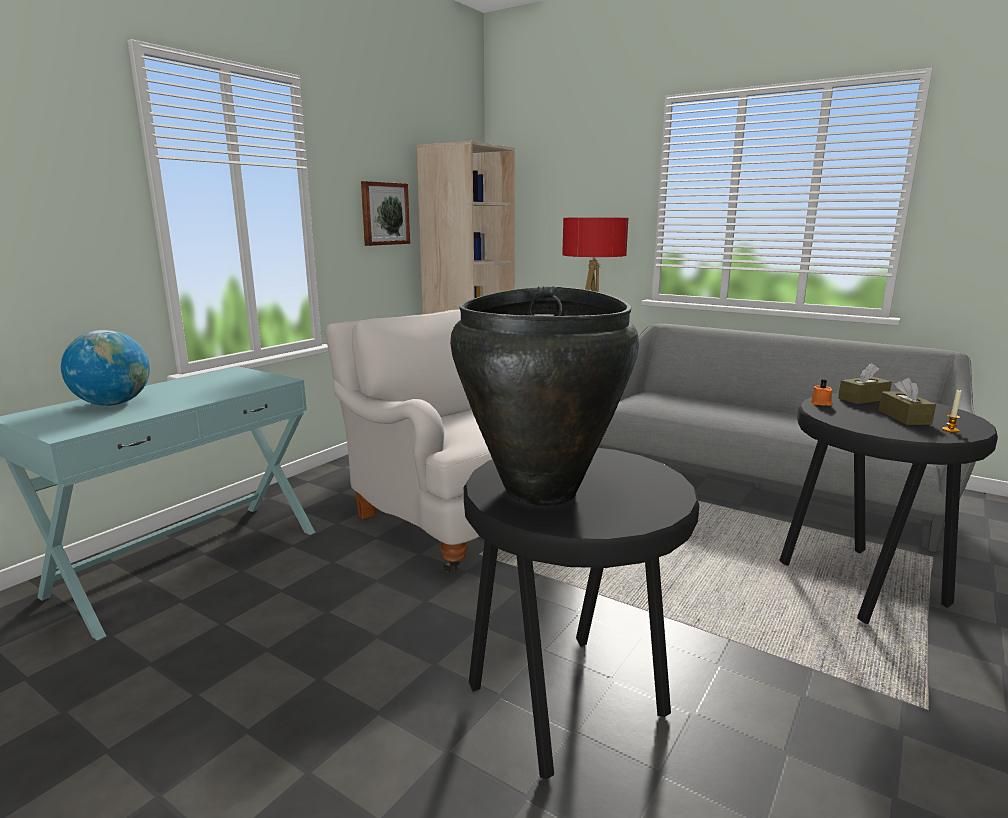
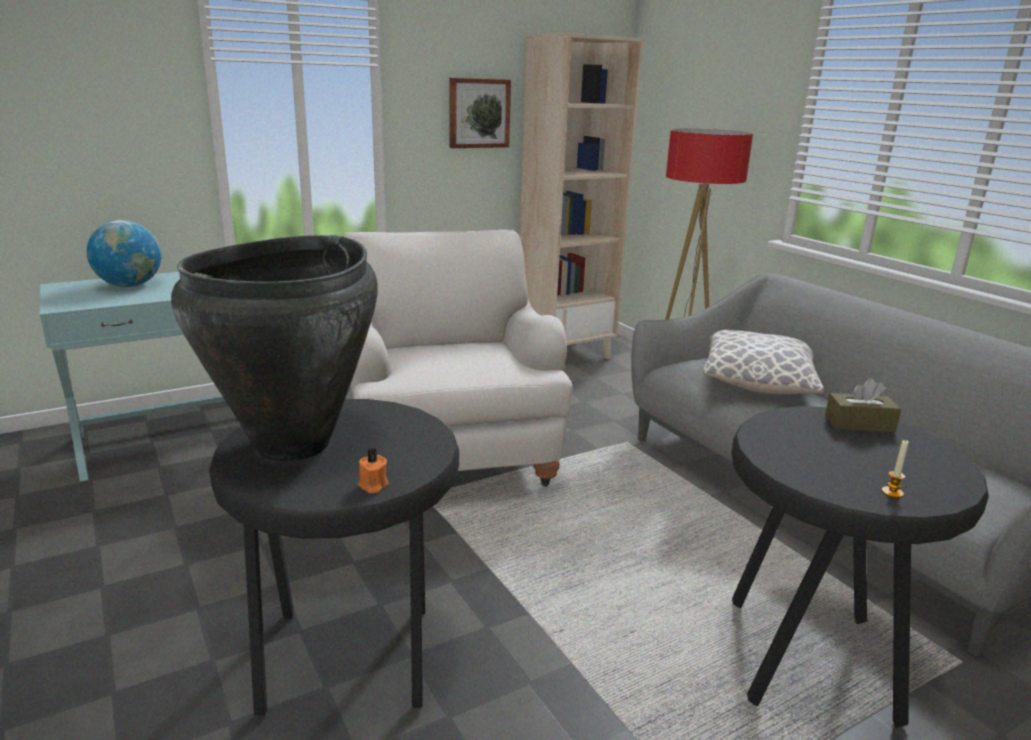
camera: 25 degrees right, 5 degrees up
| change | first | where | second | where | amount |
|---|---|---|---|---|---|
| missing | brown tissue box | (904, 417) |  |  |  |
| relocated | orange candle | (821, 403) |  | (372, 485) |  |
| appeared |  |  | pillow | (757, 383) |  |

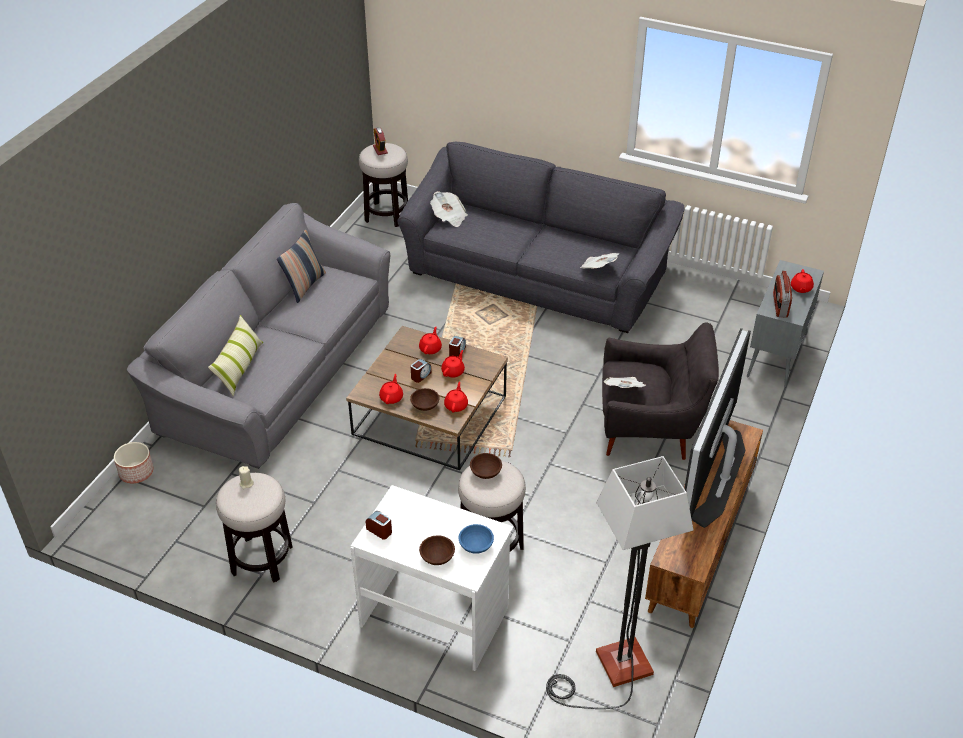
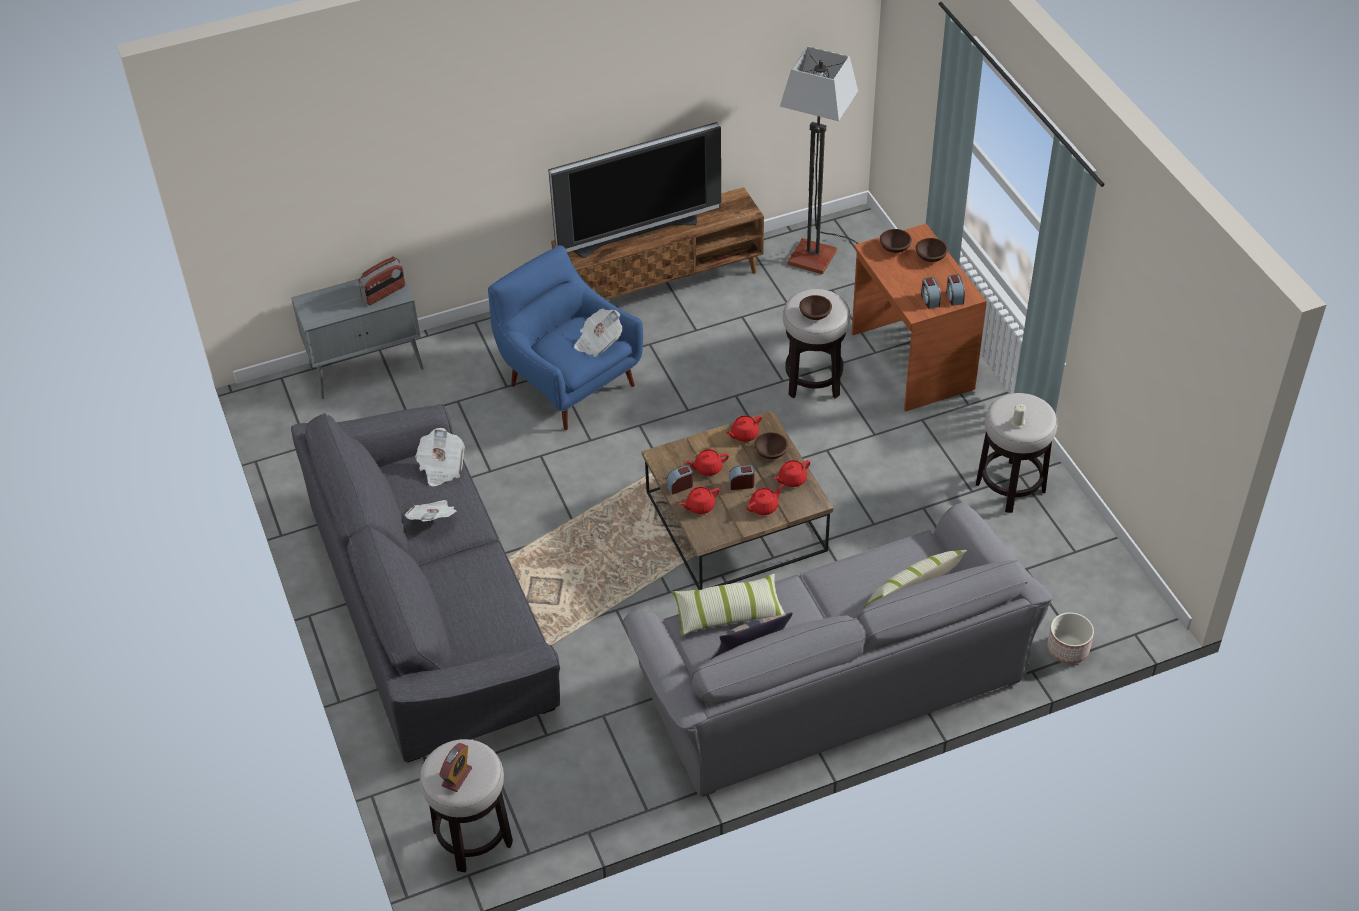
camera: 135 degrees left, 5 degrees up
| change | first | where | second | where | amount |
|---|---|---|---|---|---|
| relocated | newspaper | (449, 217) |  | (433, 520) |  |
| relocated | red teapot | (801, 288) |  | (764, 507) |  |
| colour | grey armchair | (650, 429) | blue armchair | (568, 382) |  |
| colour | white desk | (435, 616) | brown desk | (910, 361) |  |
| colour | blue bowl | (475, 546) | brown bowl | (895, 247) |  |
| appeared |  |  | alarm clock | (929, 300) |  |
| appeared |  |  | pillow | (728, 612) |  |

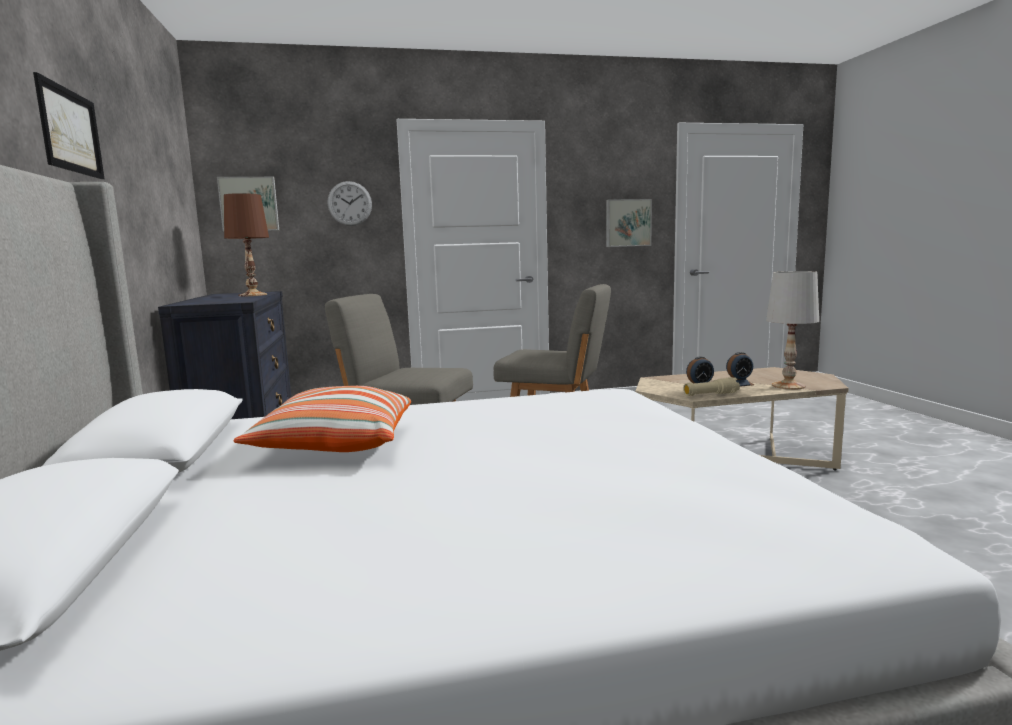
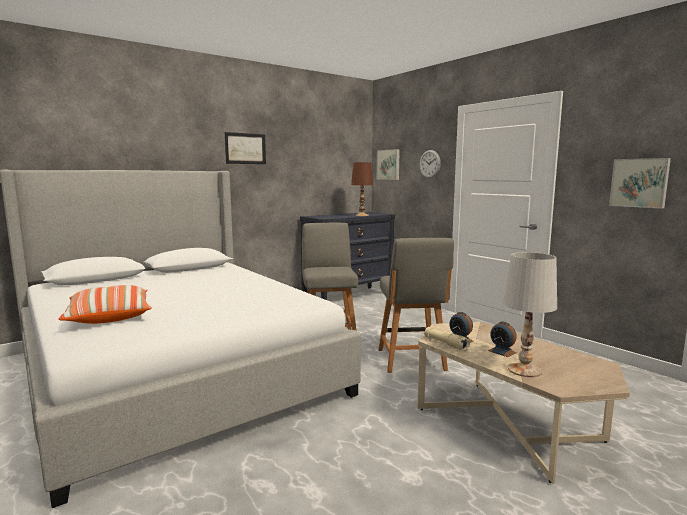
camera: 65 degrees right, 0 degrees up
| change | first | where | second | where | amount |
|---|---|---|---|---|---|
| relocated | pillow | (335, 445) |  | (109, 317) |  |

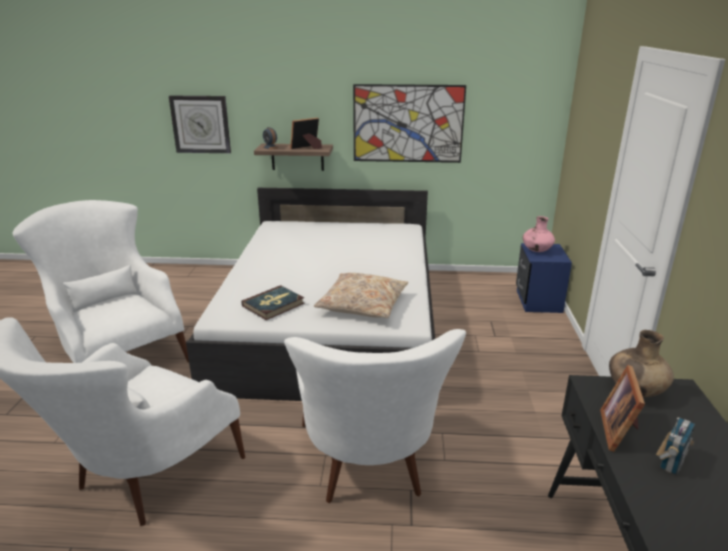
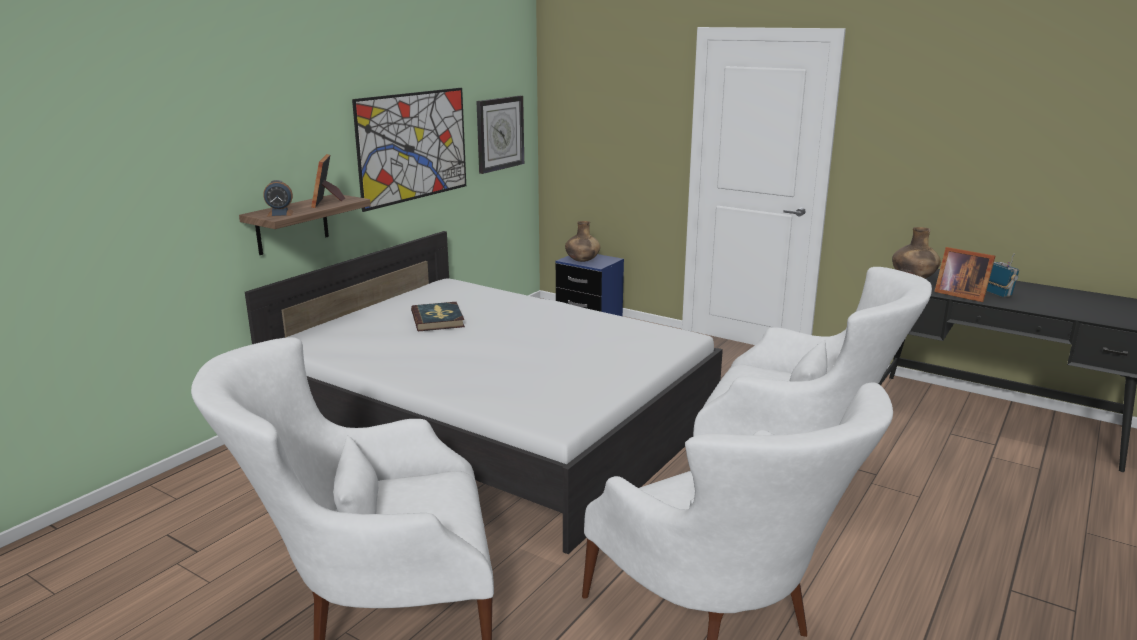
camera: 60 degrees left, 5 degrees down
| change | first | where | second | where | amount |
|---|---|---|---|---|---|
| relocated | wall clock | (201, 124) |  | (499, 133) |  |
| colour | pink vase | (536, 250) | brown vase | (582, 261) |  |
| missing | beige pillow | (362, 304) |  |  |  |
| relocated | book | (273, 305) |  | (438, 319) |  |

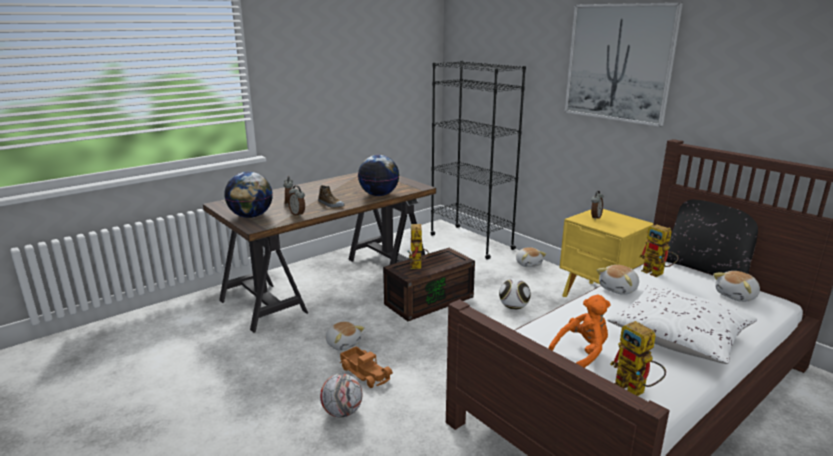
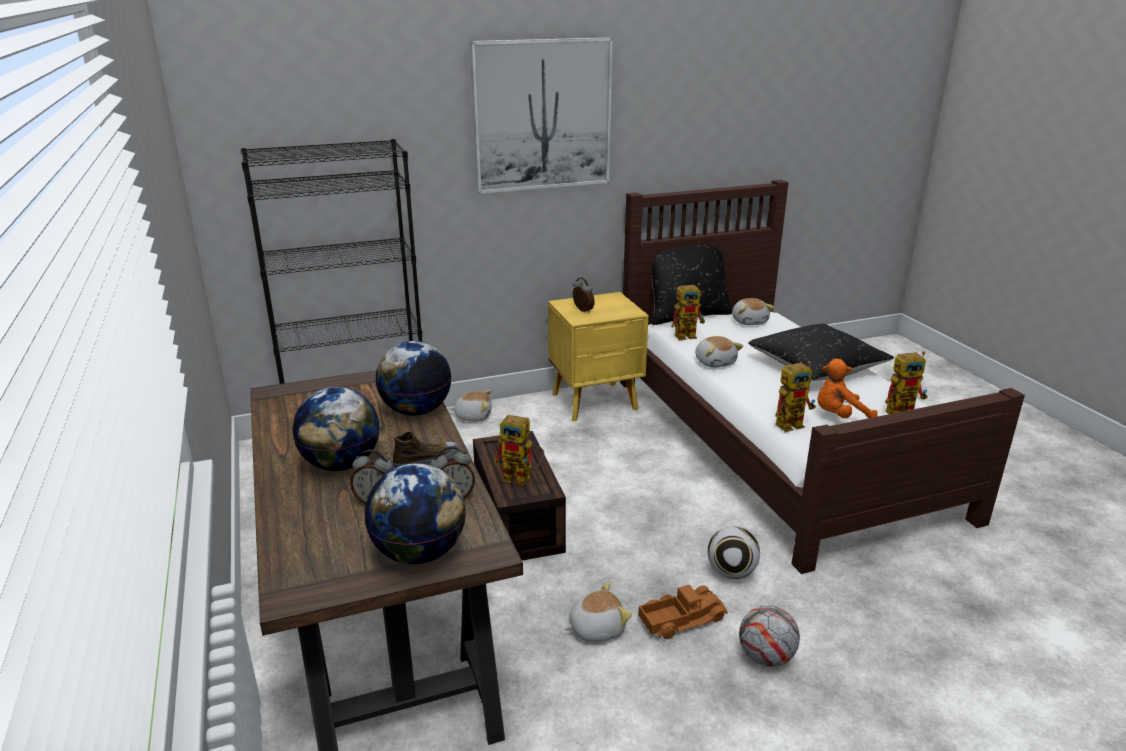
camera: 70 degrees left, 5 degrees up
| change | first | where | second | where | amount |
|---|---|---|---|---|---|
| relocated | football | (514, 307) |  | (731, 572) |  |
| colour | white pillow | (678, 336) | black pillow | (816, 367) |  |
| spun | orange plush toy | (582, 353) |  | (839, 416) | 90 degrees counterclockwise |
| appeared |  |  | toy robot | (793, 423) |  |
| appeared |  |  | globe | (341, 464) |  |

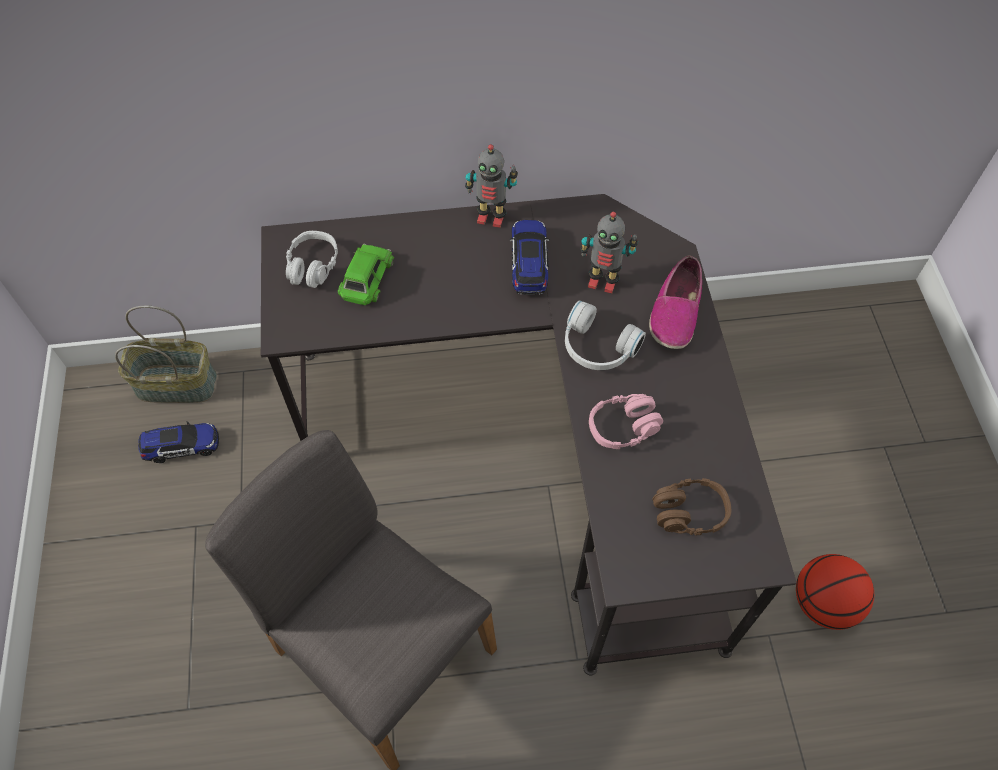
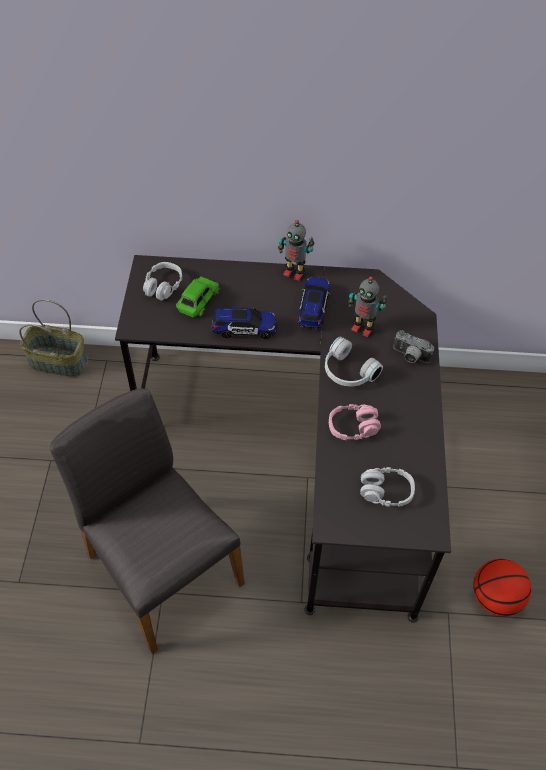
camera: 10 degrees right, 5 degrees down
| change | first | where | second | where | amount |
|---|---|---|---|---|---|
| exchanged | shoe | (675, 312) | photo camera | (410, 357) |  |
| relocated | toy car | (182, 447) |  | (244, 328) |  |
| colour | brown headphones | (689, 512) | grey headphones | (386, 491) |  |

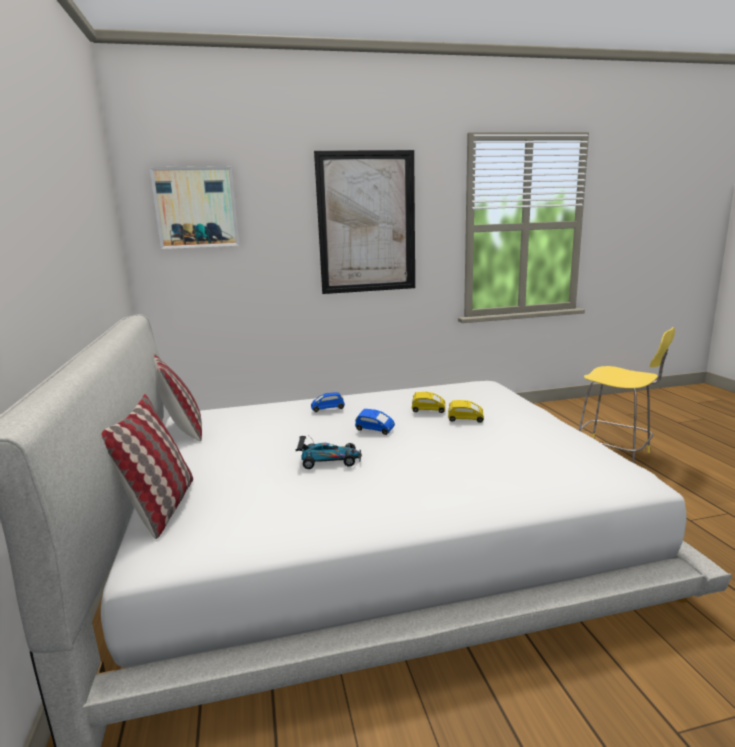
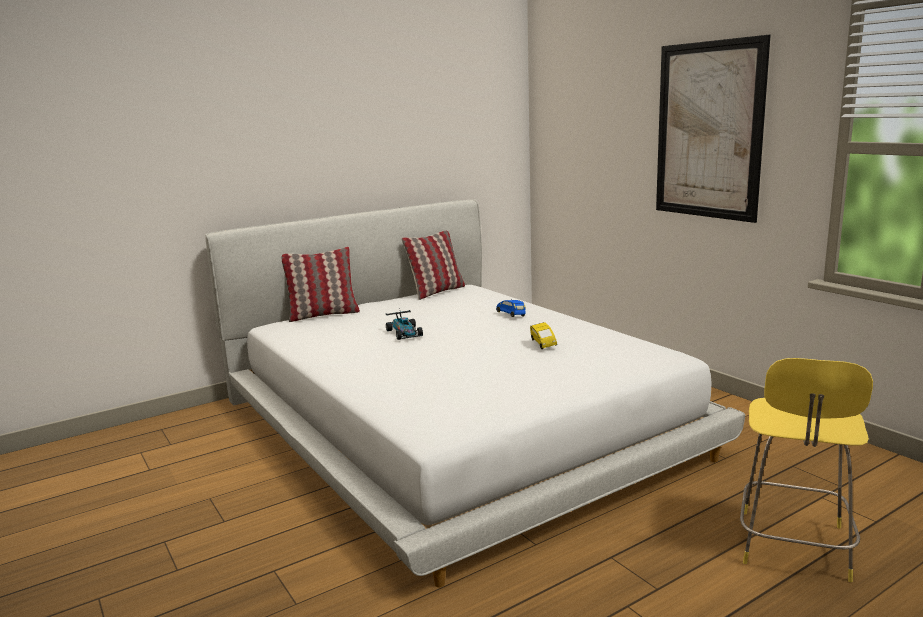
camera: 70 degrees right, 0 degrees up
| change | first | where | second | where | amount |
|---|---|---|---|---|---|
| missing | picture | (196, 208) |  |  |  |
| missing | yellow toy car | (465, 420) |  |  |  |
| missing | blue toy car | (374, 430) |  |  |  |

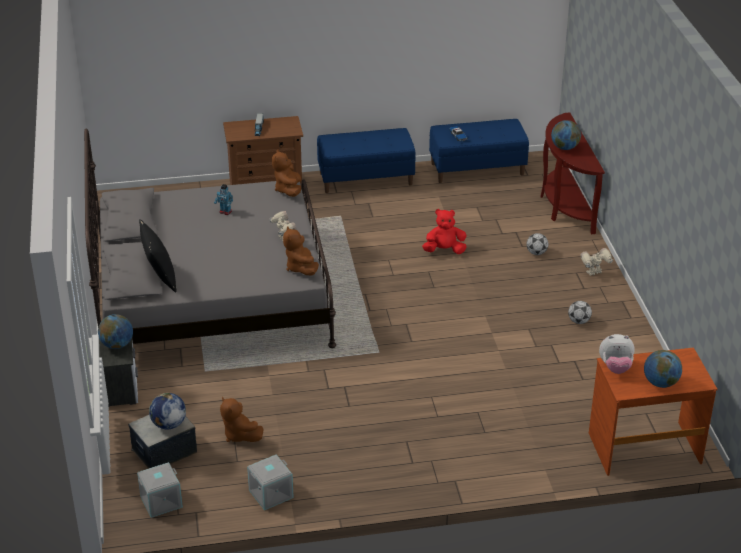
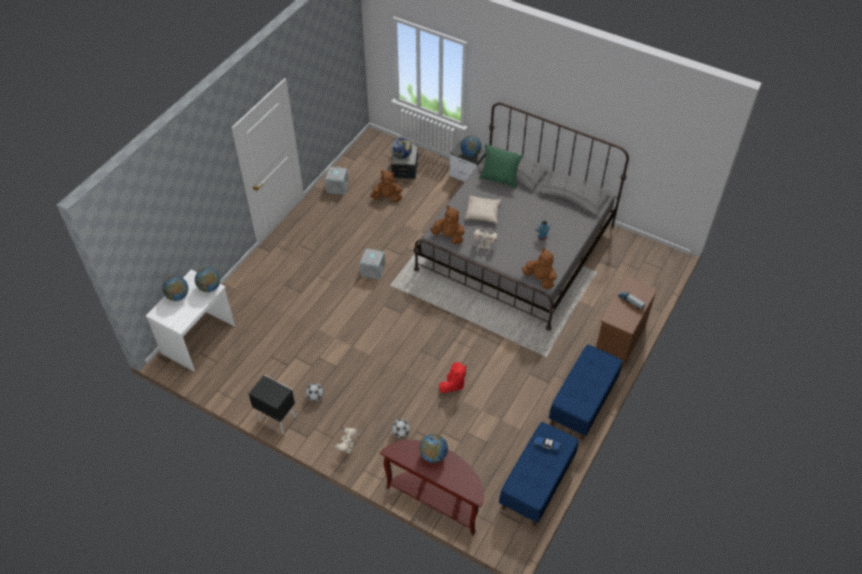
camera: 130 degrees right, 15 degrees up
| change | first | where | second | where | amount |
|---|---|---|---|---|---|
| colour | black pillow | (160, 277) | green pillow | (500, 179) |  |
| exchanged | plush toy | (615, 367) | globe | (209, 287) |  |
| colour | brown desk | (644, 447) | white desk | (199, 340) |  |
| relocated | grey storage box | (161, 502) |  | (372, 270) |  |
| appeared |  |  | beige pillow | (483, 212) |  |
| appeared |  |  | black nightstand | (277, 418) |  |

